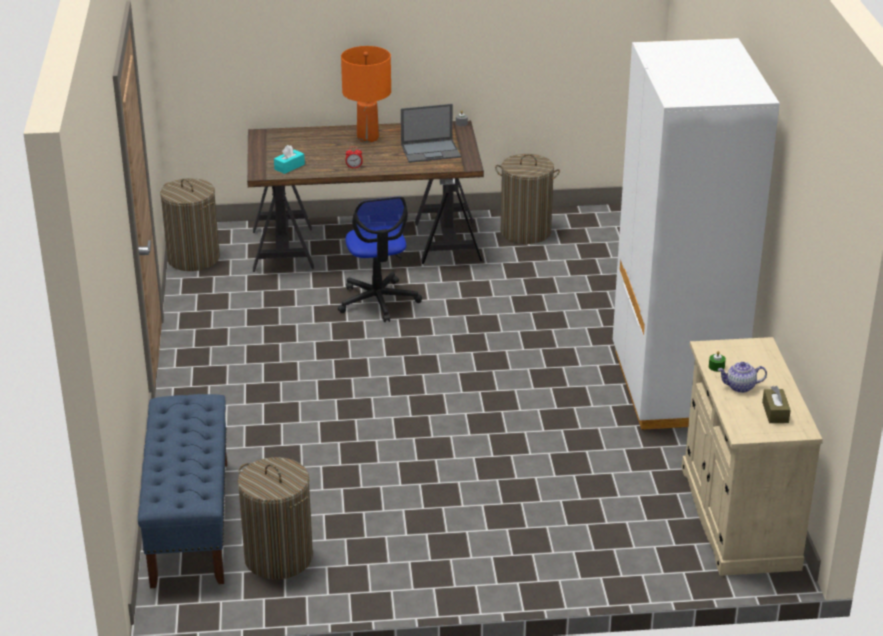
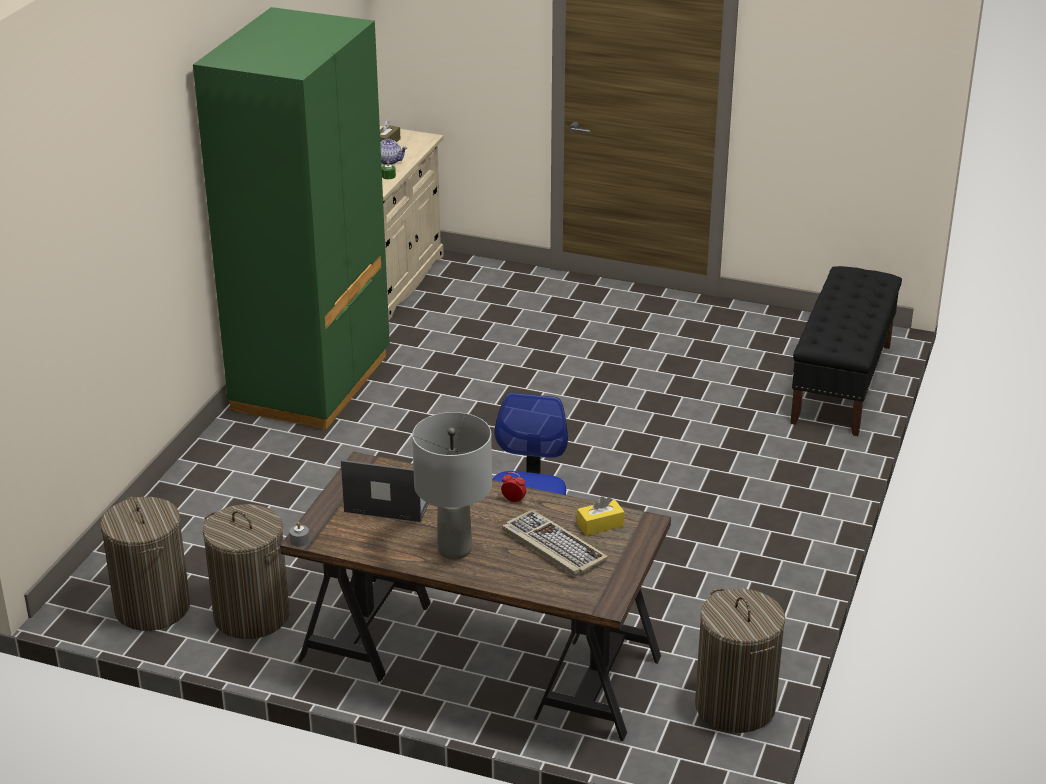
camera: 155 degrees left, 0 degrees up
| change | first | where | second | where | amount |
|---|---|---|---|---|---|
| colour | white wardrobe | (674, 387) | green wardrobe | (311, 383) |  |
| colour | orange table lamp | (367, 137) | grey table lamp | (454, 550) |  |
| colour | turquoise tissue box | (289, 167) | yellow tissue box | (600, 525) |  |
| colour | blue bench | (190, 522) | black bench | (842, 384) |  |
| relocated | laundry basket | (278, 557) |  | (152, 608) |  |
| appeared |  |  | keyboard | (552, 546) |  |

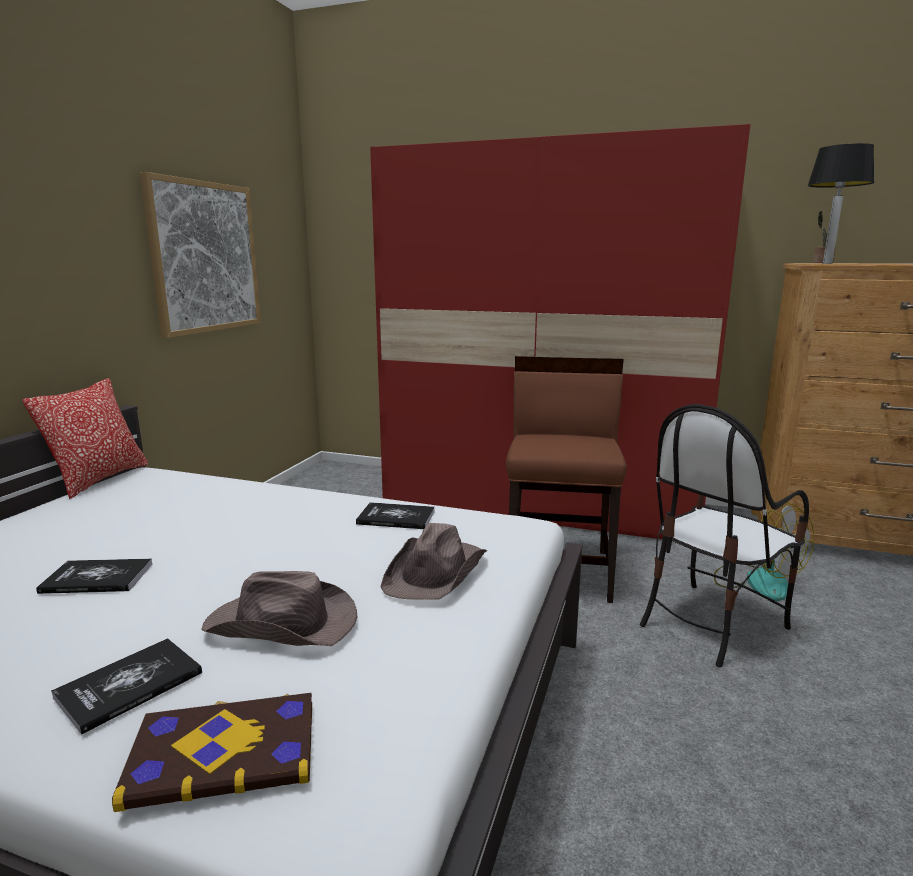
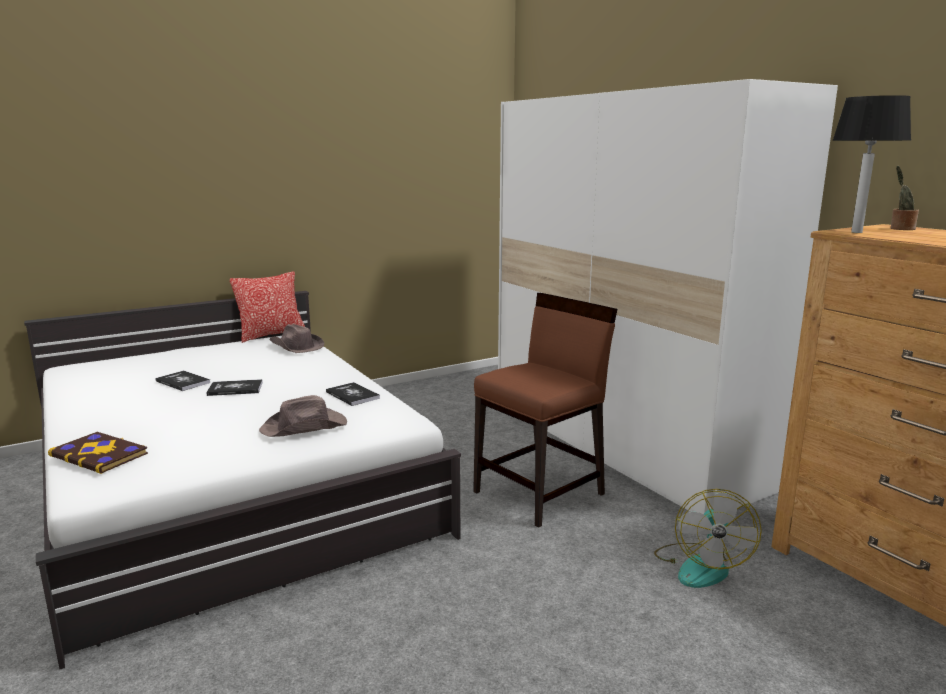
camera: 40 degrees right, 0 degrees up
| change | first | where | second | where | amount |
|---|---|---|---|---|---|
| colour | red wardrobe | (540, 505) | white wardrobe | (620, 443) |  |
| missing | picture | (205, 257) |  |  |  |
| missing | chair | (710, 623) |  |  |  |
| relocated | brown hat | (283, 624) |  | (296, 347) |  |
| relocated | book | (129, 685) |  | (235, 389) |  |

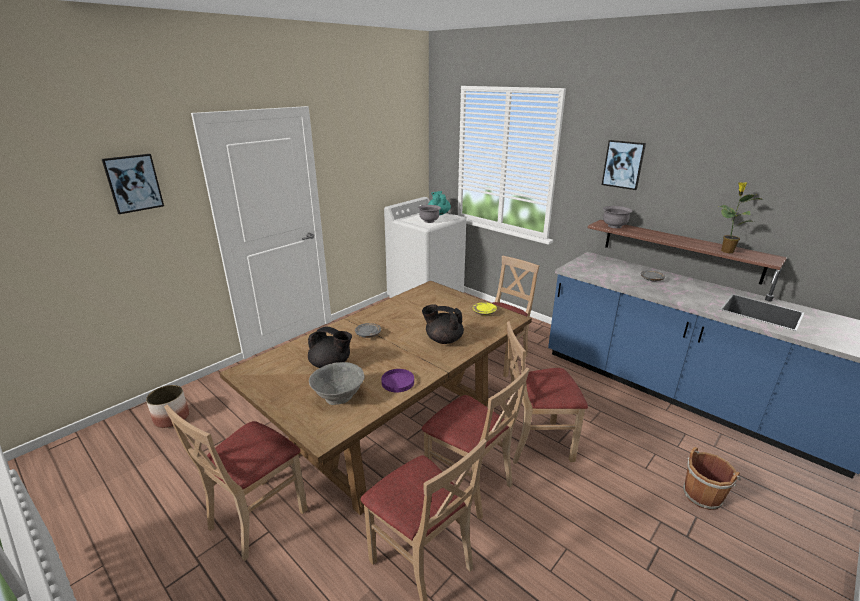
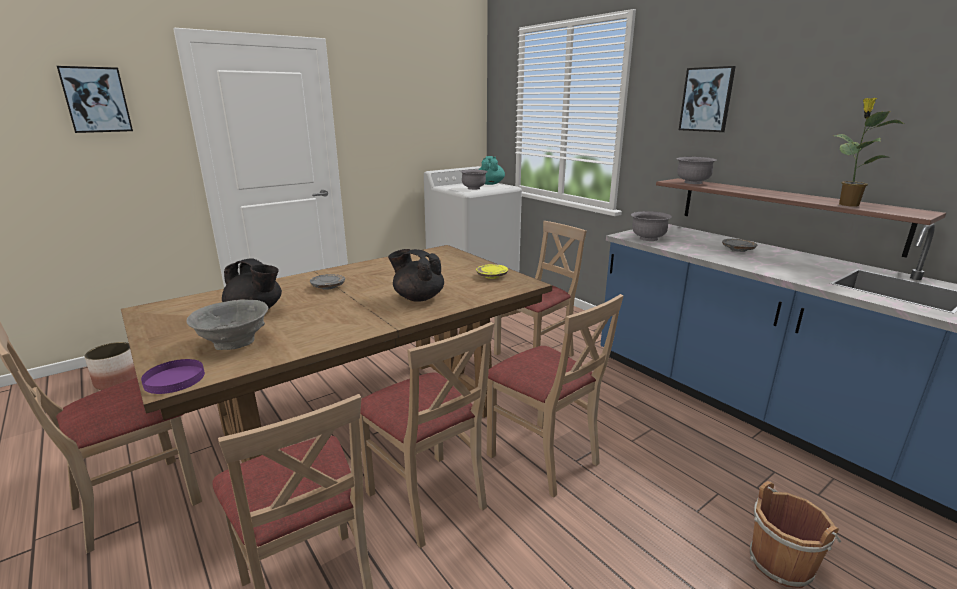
camera: 10 degrees right, 5 degrees down
| change | first | where | second | where | amount |
|---|---|---|---|---|---|
| spun | beige chair | (536, 442) |  | (543, 457) | 135 degrees counterclockwise |
| relocated | purple plate | (398, 382) |  | (174, 379) |  |
| appeared |  |  | grey bowl | (648, 238) |  |

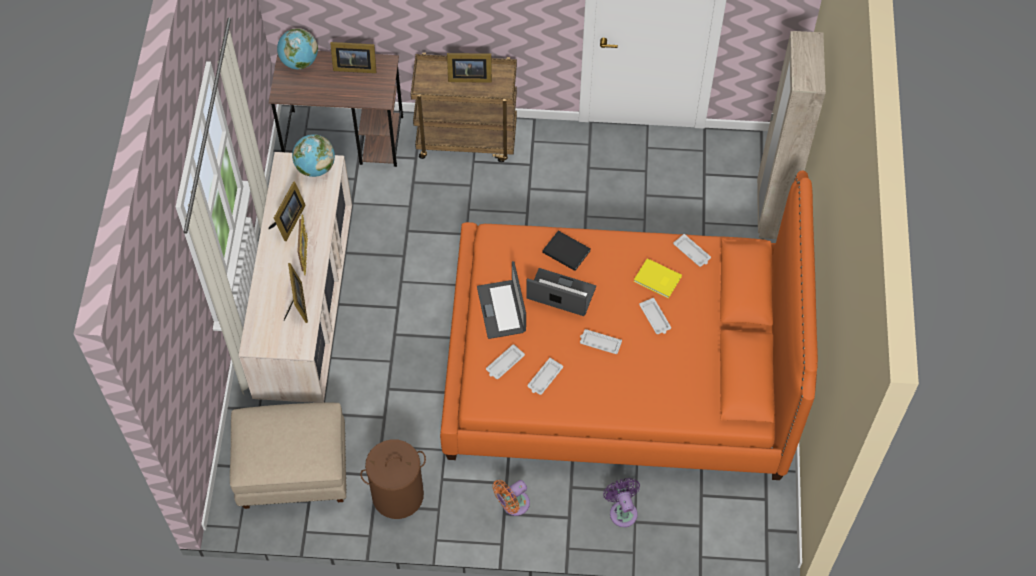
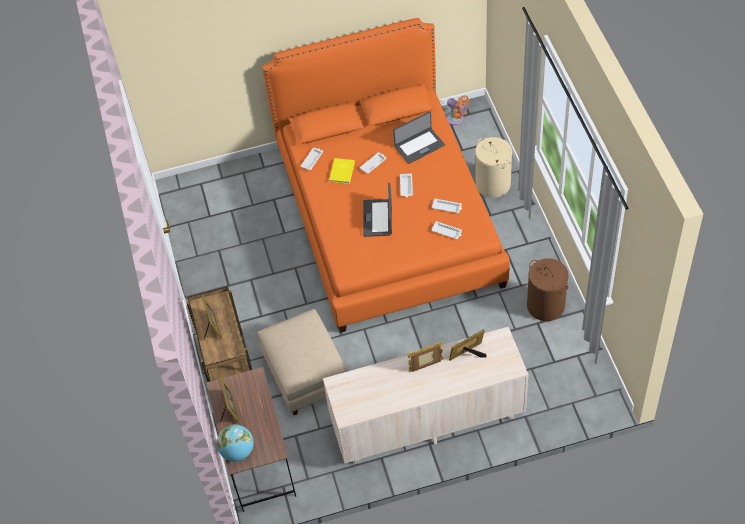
camera: 105 degrees left, 5 degrees down
| change | first | where | second | where | amount |
|---|---|---|---|---|---|
| missing | beige wardrobe | (770, 210) |  |  |  |
| missing | globe | (315, 168) |  |  |  |
| missing | picture frame | (289, 222) |  |  |  |
| missing | black book | (566, 250) |  |  |  |
| relocated | laptop | (502, 309) |  | (419, 145) |  |
| relocated | beige ottoman | (293, 471) |  | (307, 375) |  |
| exchanged | purple fan | (622, 511) | beige laundry basket | (493, 184) |  |
| relocated | orange fan | (513, 504) |  | (456, 119) |  |

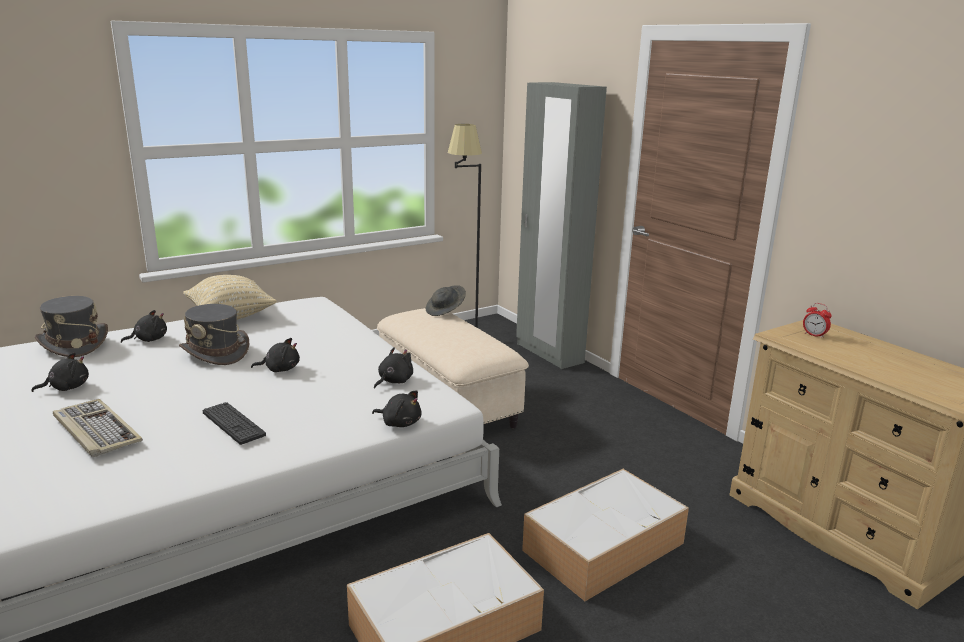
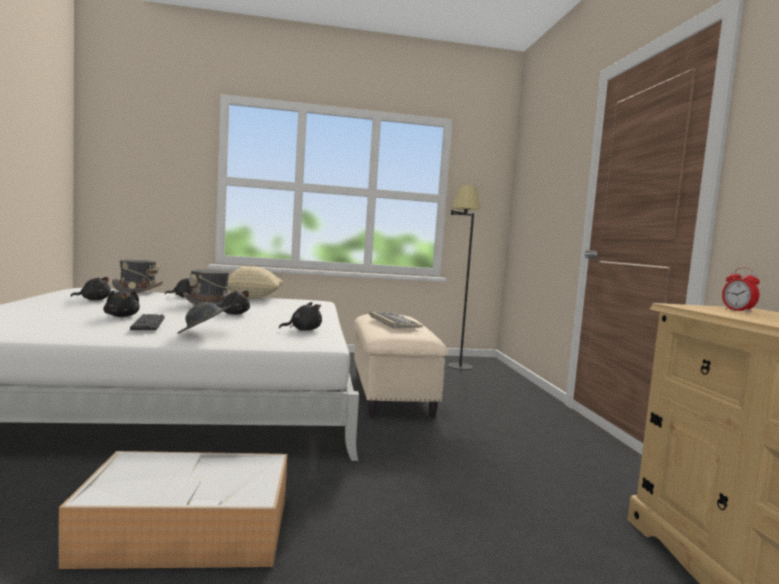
camera: 25 degrees right, 15 degrees down
| change | first | where | second | where | amount |
|---|---|---|---|---|---|
| missing | grey wardrobe | (549, 353) |  |  |  |
| relocated | grey hat | (445, 311) |  | (204, 333) |  |
| relocated | black plush toy | (400, 423) |  | (122, 316) |  |
| relocated | keyboard | (95, 430) |  | (393, 322) |  |
| missing | storage box | (604, 545) |  |  |  |

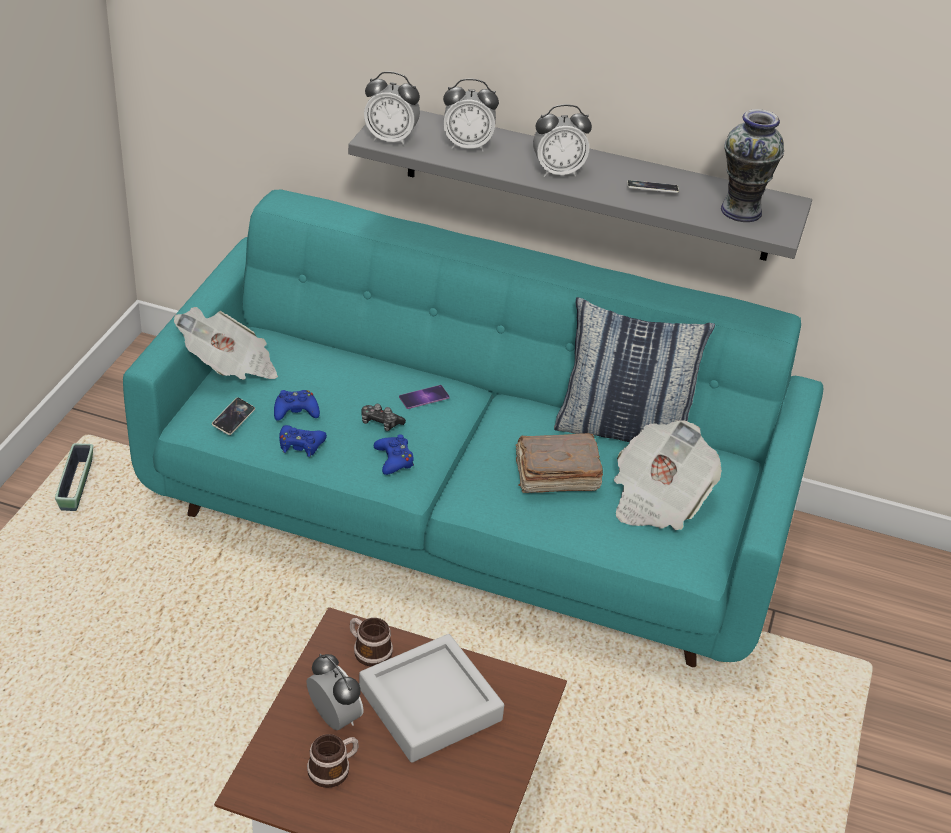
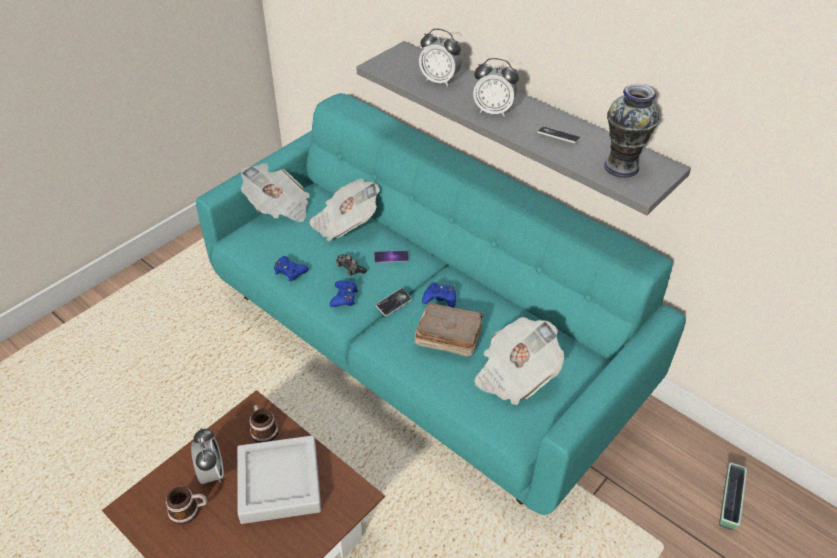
camera: 25 degrees right, 5 degrees up
| change | first | where | second | where | amount |
|---|---|---|---|---|---|
| missing | alarm clock | (391, 139) |  |  |  |
| missing | pillow | (623, 430) |  |  |  |
| relocated | blue game controller | (296, 411) |  | (440, 299) |  |
| relocated | phone | (233, 419) |  | (393, 304) |  |
| relocated | planter | (76, 486) |  | (729, 501) |  |
| appeared |  |  | newspaper | (345, 223) |  |

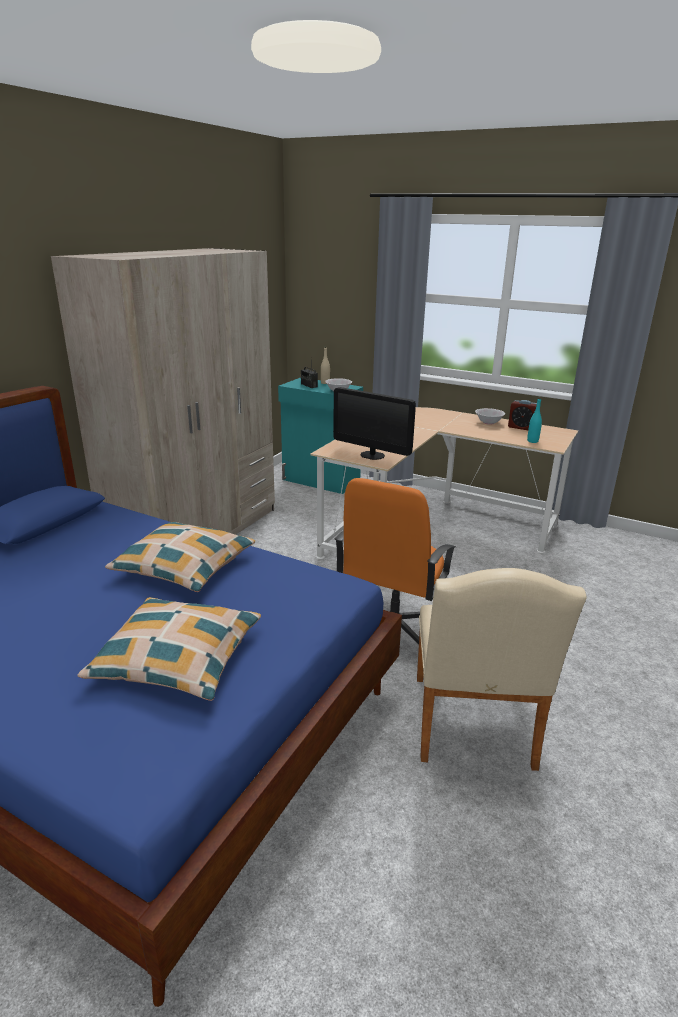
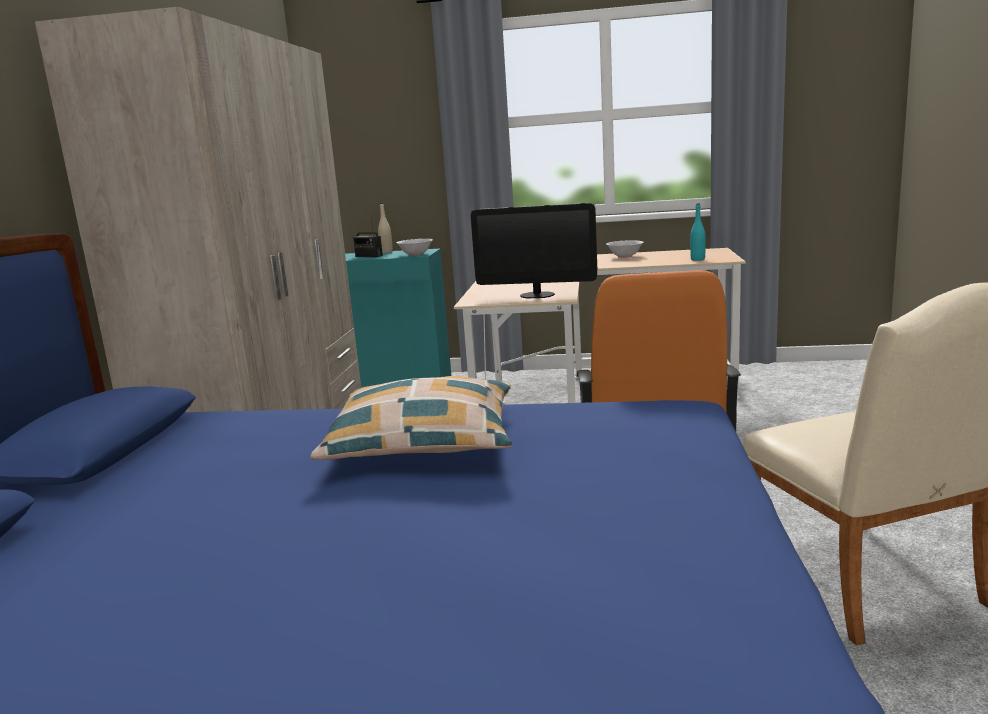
camera: 20 degrees left, 10 degrees down
| change | first | where | second | where | amount |
|---|---|---|---|---|---|
| missing | alarm clock | (521, 427) |  |  |  |
| missing | pillow | (178, 658) |  |  |  |

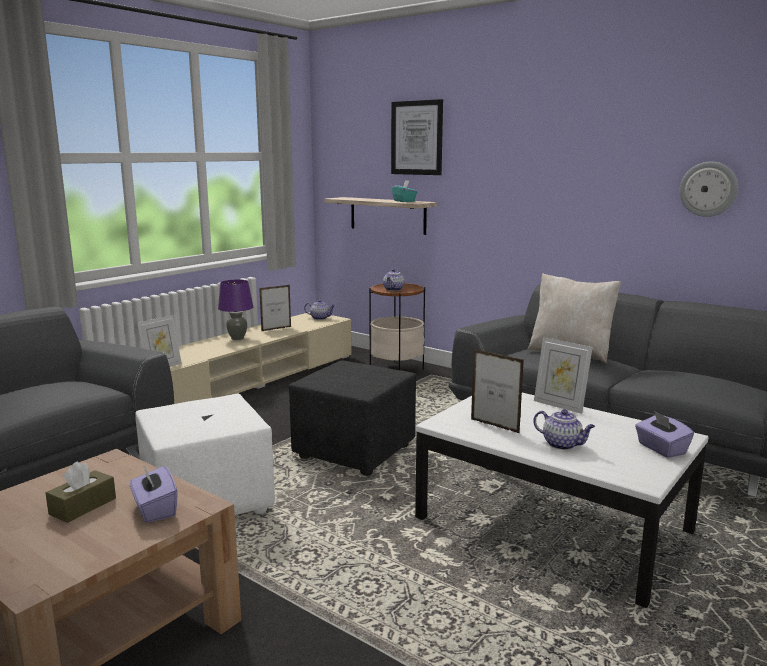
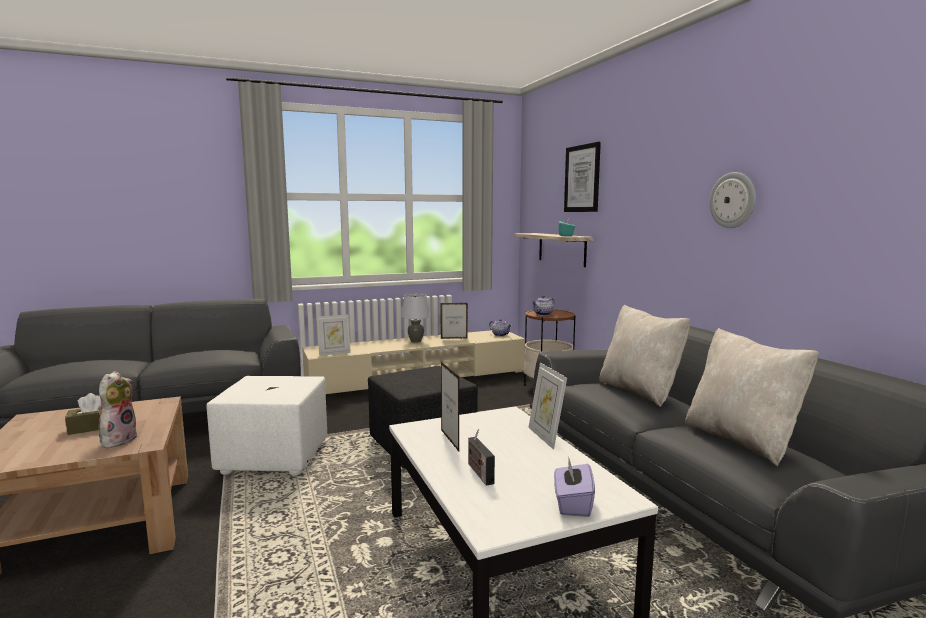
camera: 30 degrees right, 5 degrees down
| change | first | where | second | where | amount |
|---|---|---|---|---|---|
| relocated | wall clock | (708, 189) |  | (733, 200) |  |
| colour | purple table lamp | (237, 338) | grey table lamp | (415, 341) |  |
| exchanged | teapot | (562, 444) | radio | (479, 472) |  |
| exchanged | purple tissue box | (155, 510) | plush toy | (118, 440) |  |
| appeared |  |  | beige pillow | (741, 440) |  |

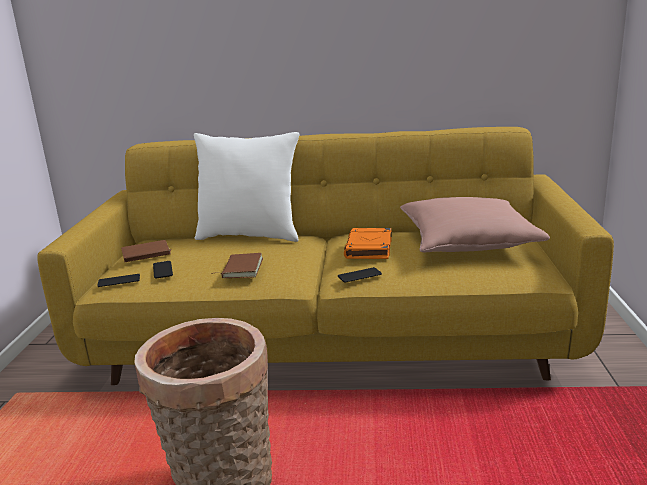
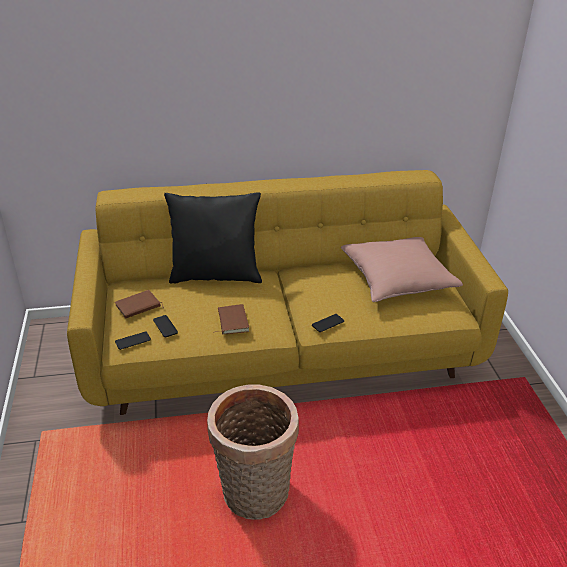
camera: 15 degrees left, 15 degrees up
| change | first | where | second | where | amount |
|---|---|---|---|---|---|
| colour | white pillow | (250, 235) | black pillow | (216, 275) |  |
| missing | orange book | (369, 248) |  |  |  |

